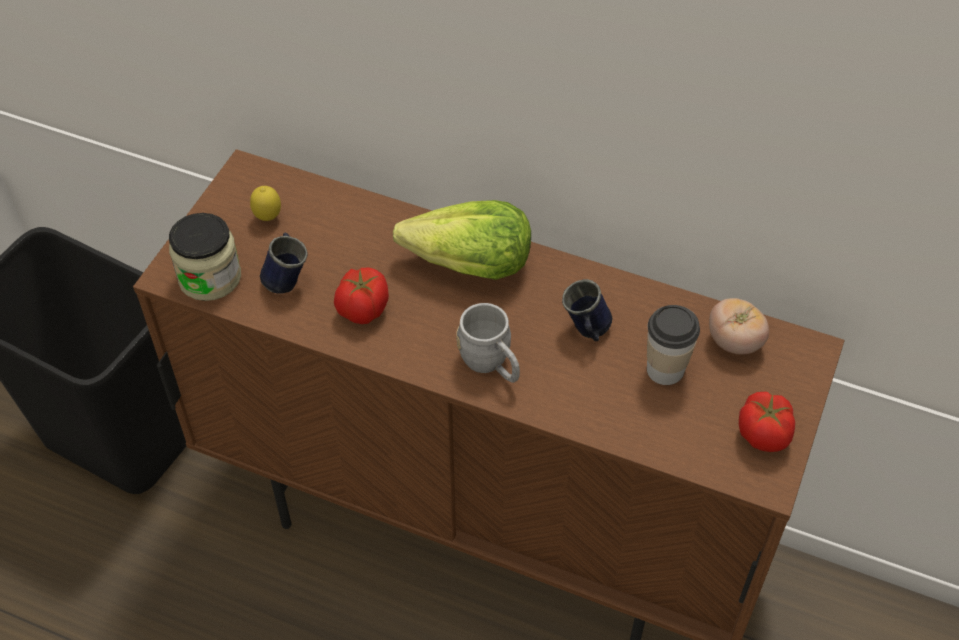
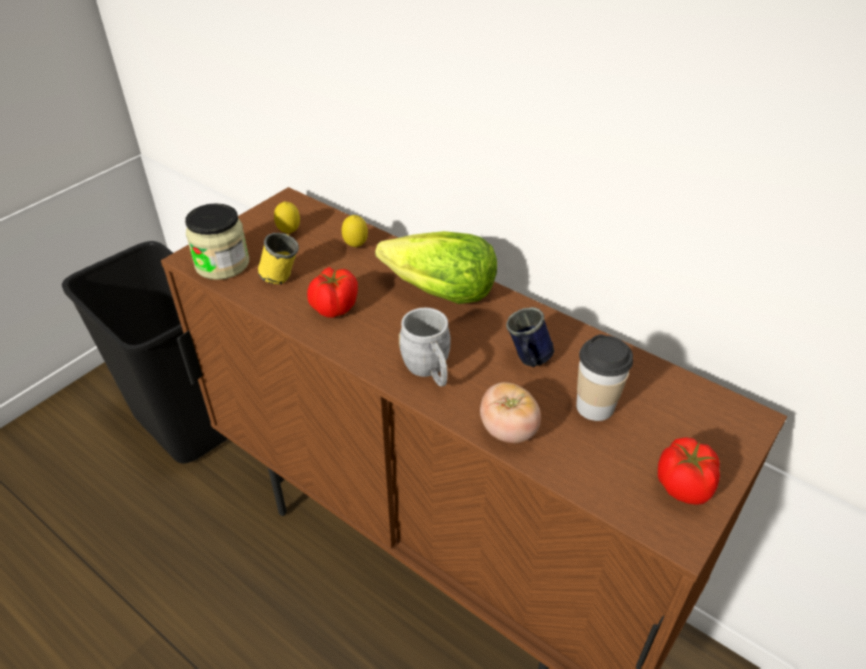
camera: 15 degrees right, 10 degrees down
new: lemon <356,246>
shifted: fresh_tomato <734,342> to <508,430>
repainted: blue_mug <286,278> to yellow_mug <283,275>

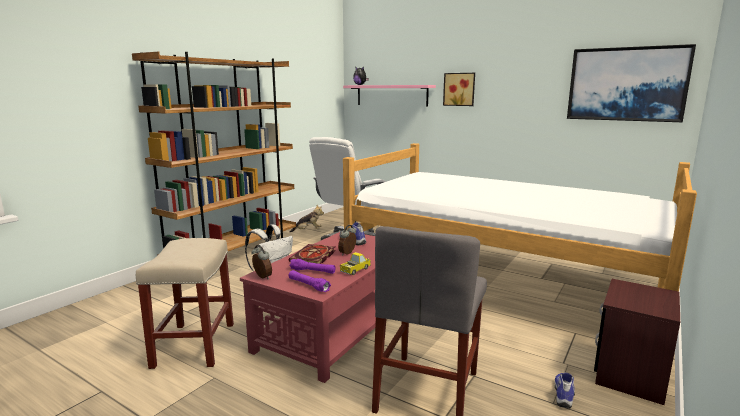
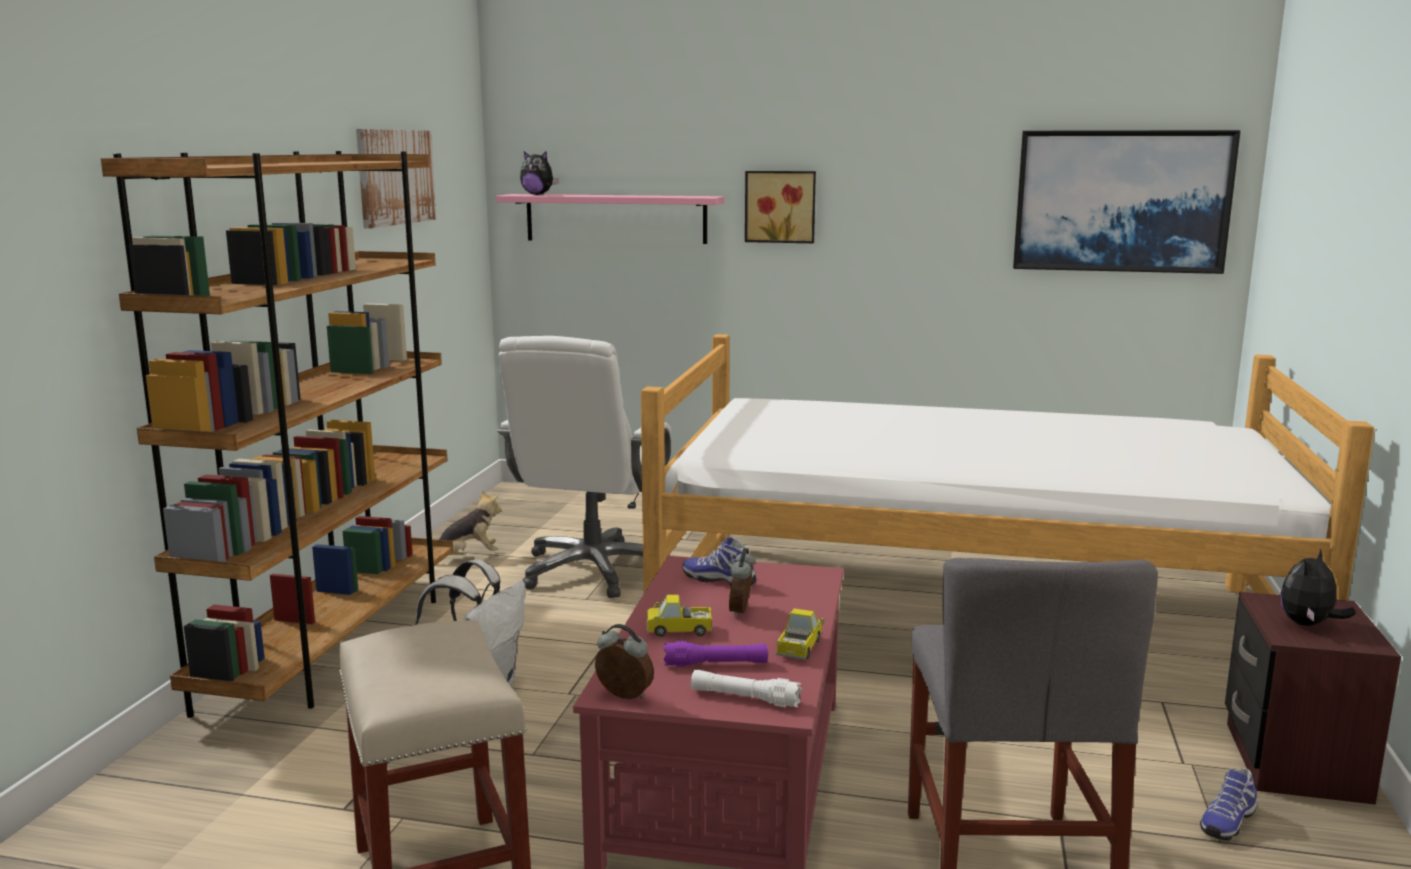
camera: 20 degrees left, 0 degrees up
new: wall_picture <395,177>; soft_toy <1308,624>
swapped: volume <313,257> to toy_truck <679,630>
repainted: purple_torch <308,285> to whitish_torch <744,698>
rotated: shoe <564,395> = <1226,822> 135 degrees counterclockwise

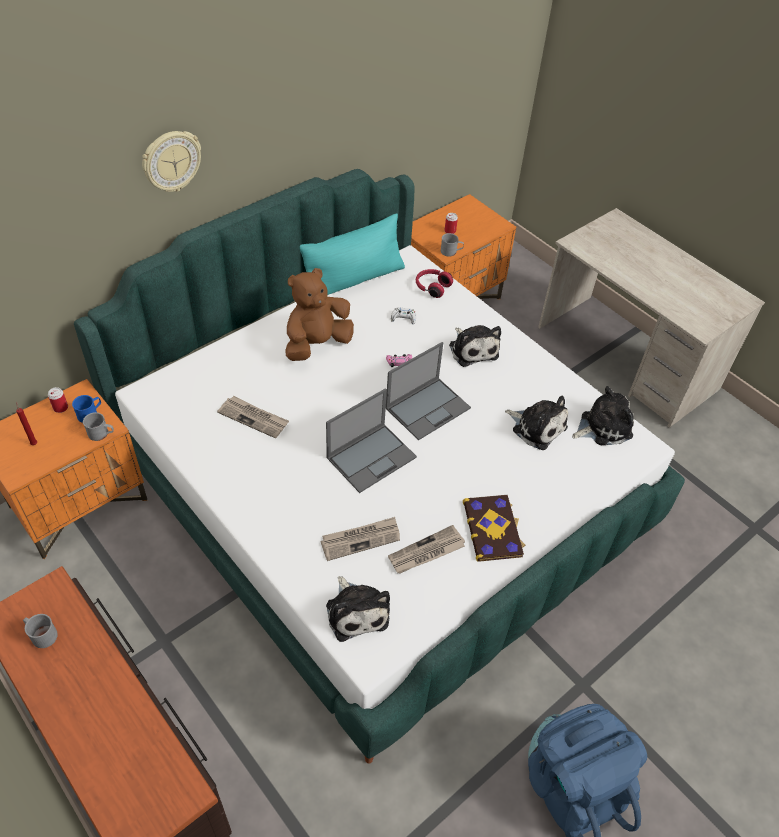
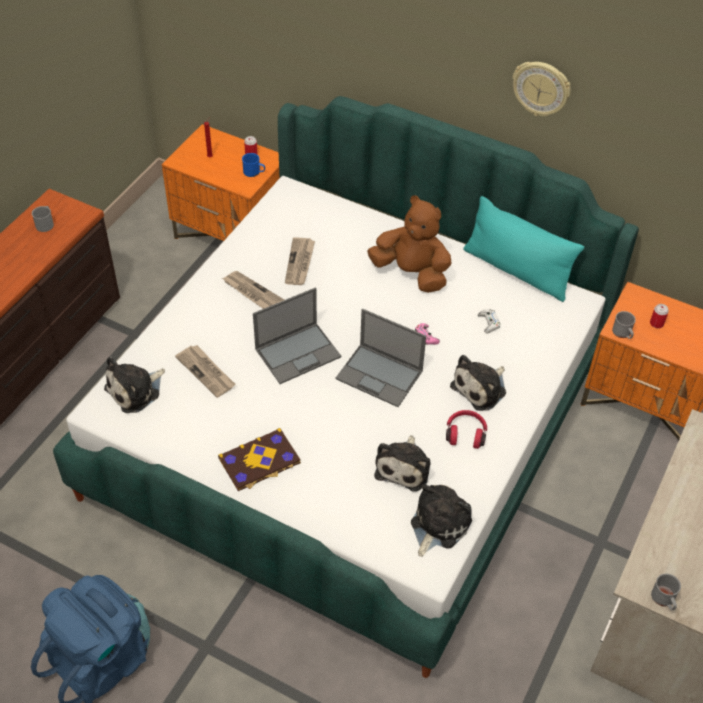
camera: 70 degrees right, 0 degrees up
shifted: hanging_clock <171,161> to <541,88>; red-coloured_headphones <432,287> to <465,433>; grey_mug <101,434> to <664,599>; printed_paper <426,552> to <253,293>
rotated: soft_toy <602,426> = <438,524> 105 degrees counterclockwise; laptop <372,457> = <298,352> 60 degrees counterclockwise

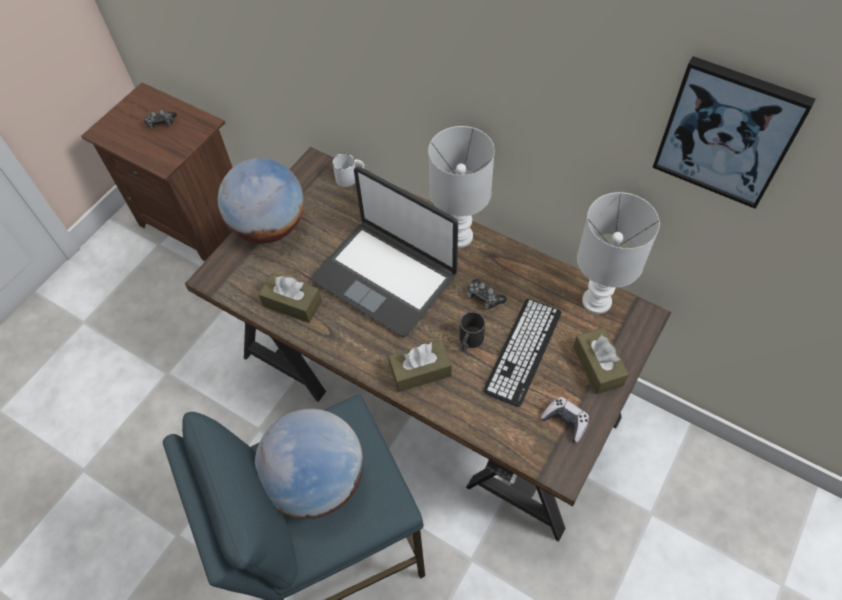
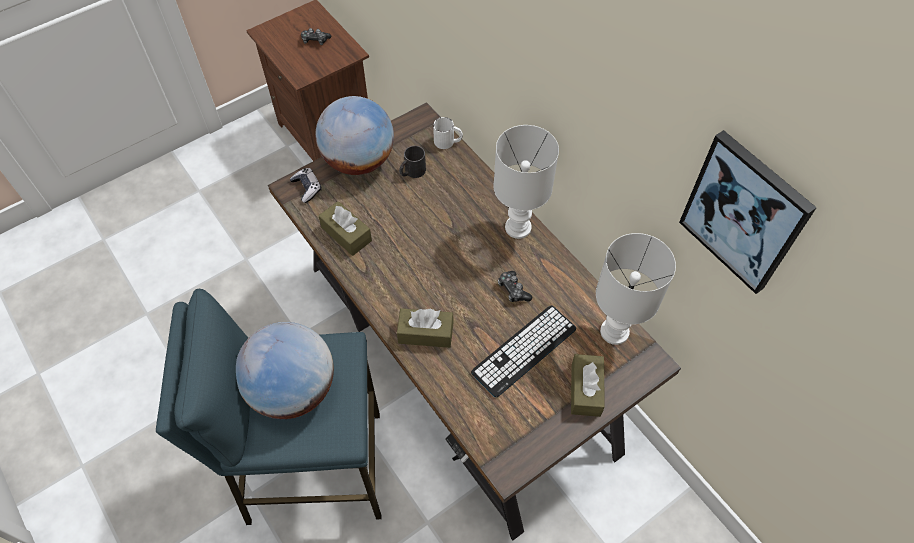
camera: 20 degrees right, 0 degrees up
gone: laptop <385,277>
shifted: blackish_mug <469,341> to <412,172>; gamepad <565,421> to <307,188>

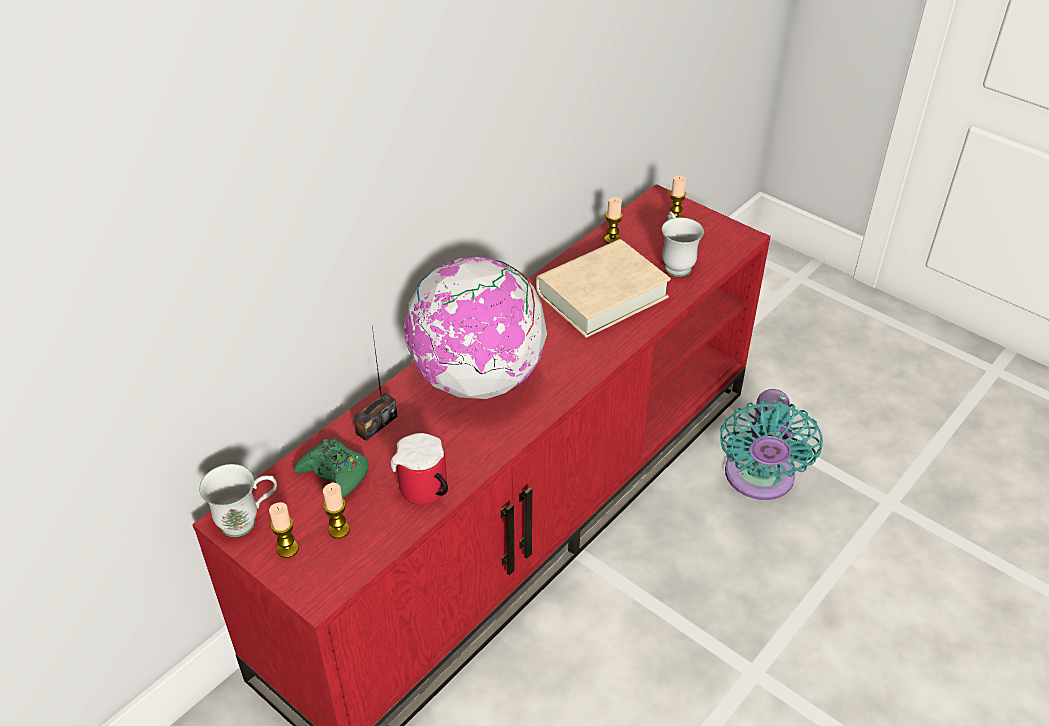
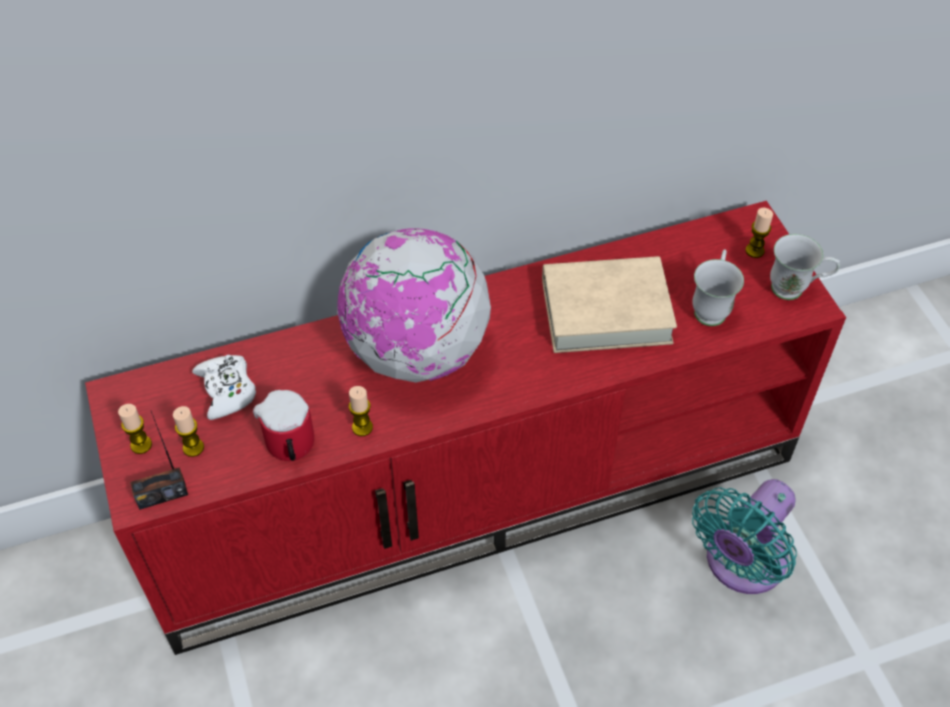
camera: 30 degrees right, 10 degrees up
shifted: wax_light <612,239> to <362,427>; radio_set <376,424> to <162,495>; whitish_mug <248,521> to <795,290>
repainted: green_gamepad <335,474> to whitish_gamepad <227,390>

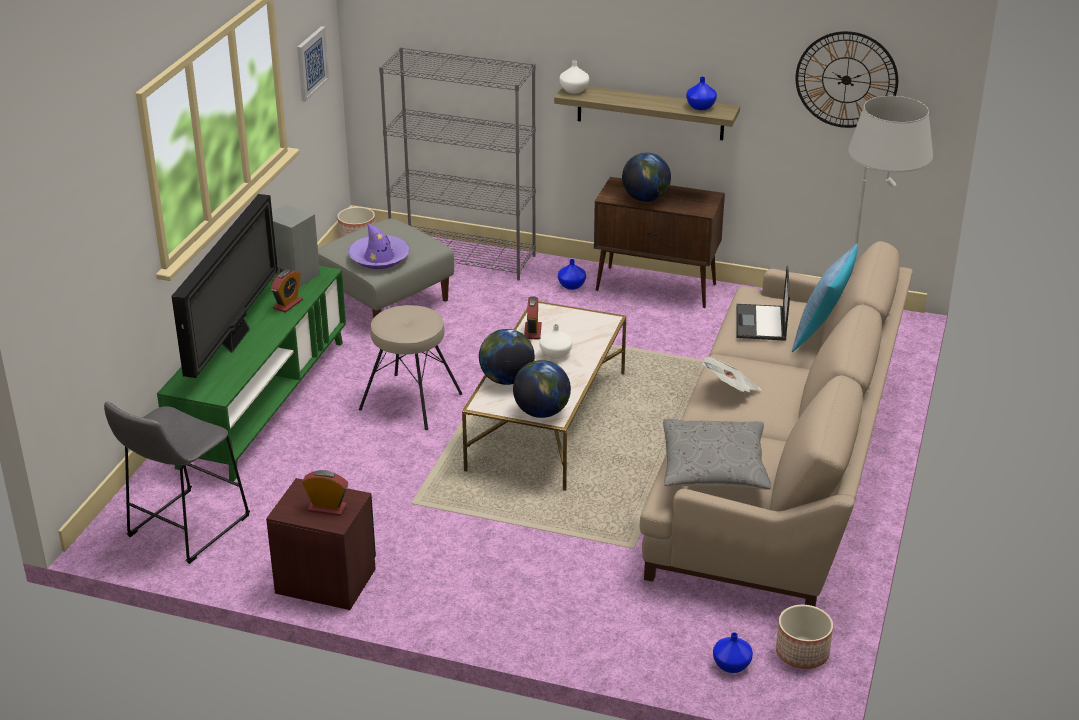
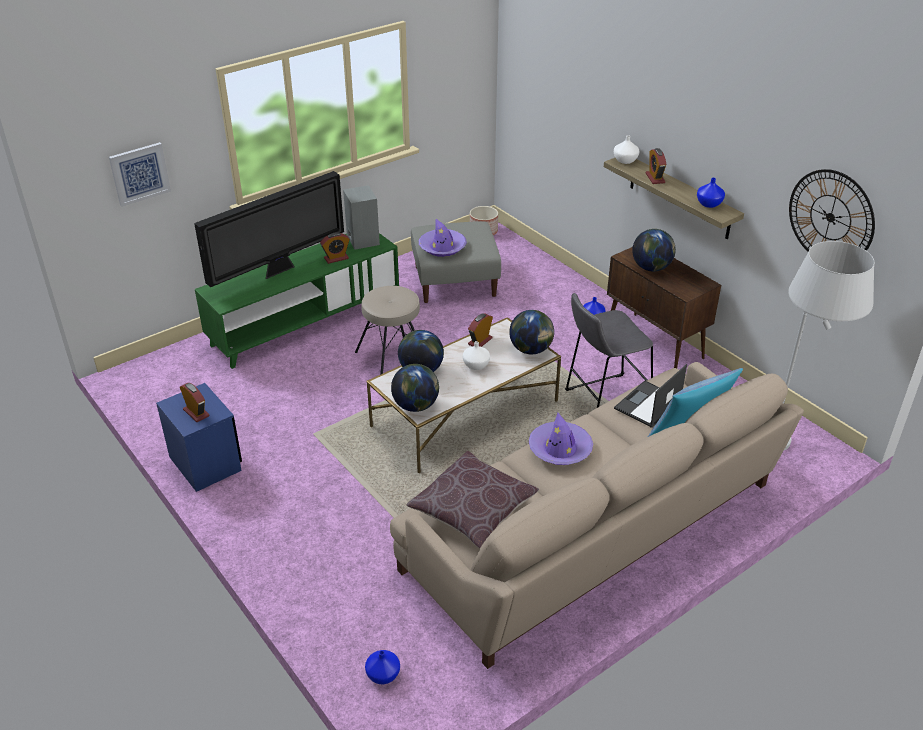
camera: 35 degrees right, 5 degrees up
gone: grey_bookcase <464,257>; plant_pot <802,653>
new: bedside_clock <655,178>; world_globe <531,349>
shifted: wall_picture <311,63> to <139,173>; grey_stool <183,529> to <603,400>
swapped: printed_paper <730,389> to purple_hat <560,449>
repainted: grey_cushion <714,469> to brownish_cushion <473,509>; brownish_night_table <326,581> to blue_night_table <206,463>

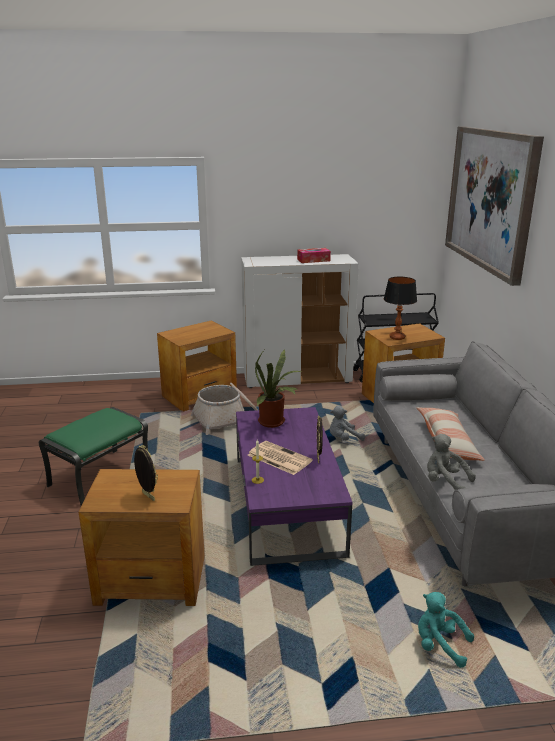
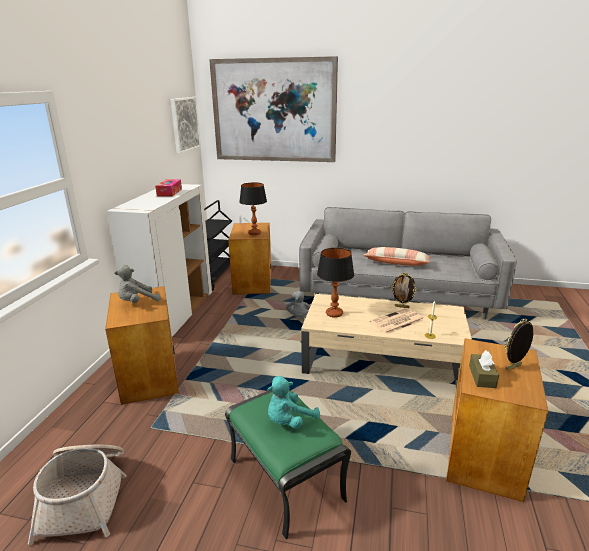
camera: 70 degrees left, 0 degrees up
new: wall_picture <185,124>; brownish_tissue_holder <482,376>
shifted: household_basket <227,419> to <86,496>; grey_soft_toy <445,482> to <137,302>; turquoise_soft_toy <439,645> to <289,421>
swapped: plant_in_a_pot <274,422> to table_lamp <334,314>
repainted: purple_coffee_table <286,503> to sand-coloured_coffee_table <383,361>

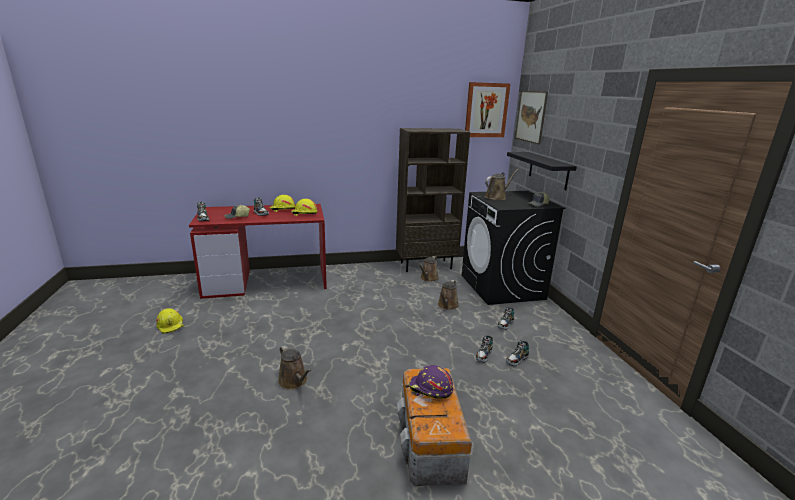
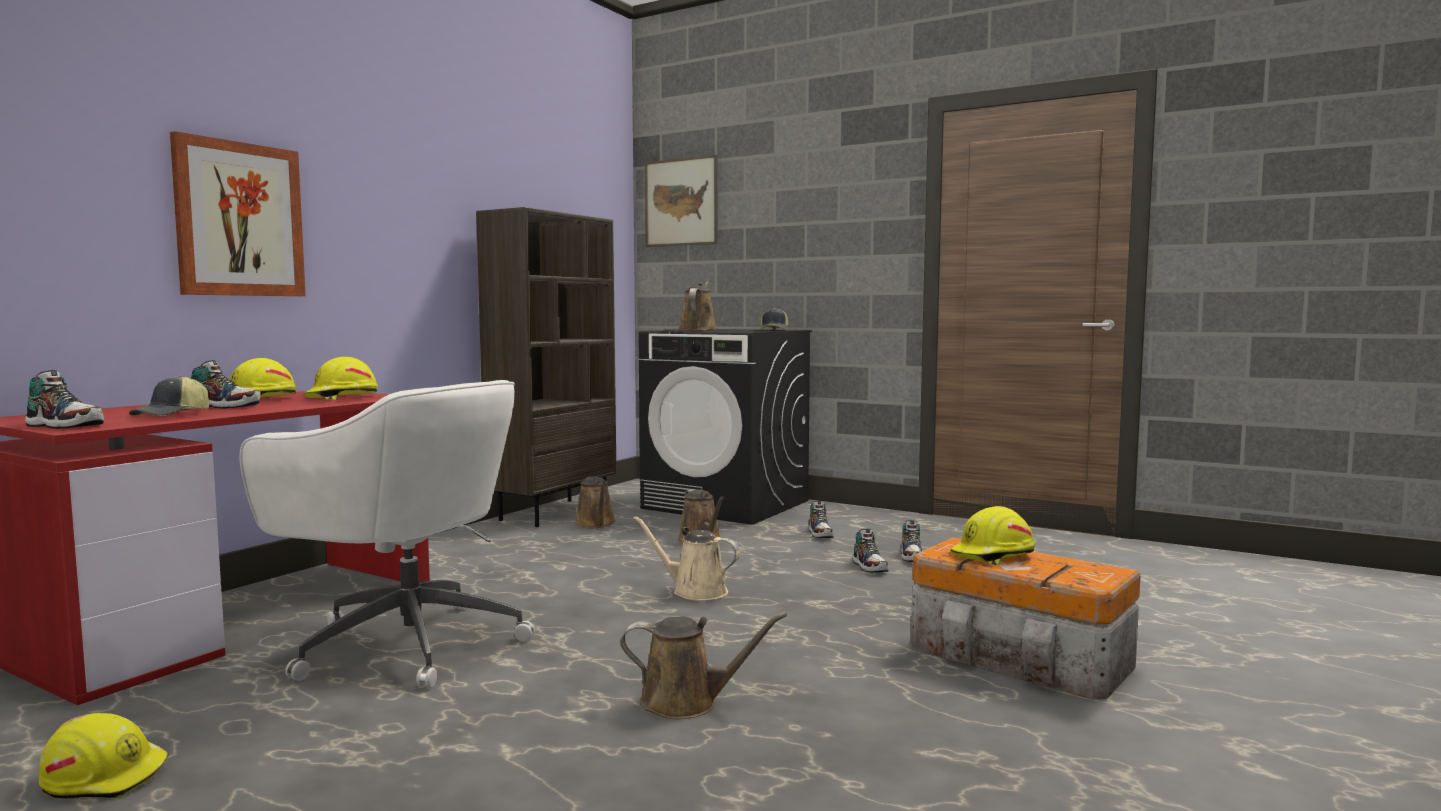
camera: 45 degrees left, 15 degrees down
gone: blackish_wall_shelf <548,170>
new: whitish_computer_chair <405,643>; sand-coloured_watering_pot <695,591>
shifted: wall_picture <486,110> to <239,220>
repainted: purple_work_helmet <430,389> to yellow_work_helmet <993,556>

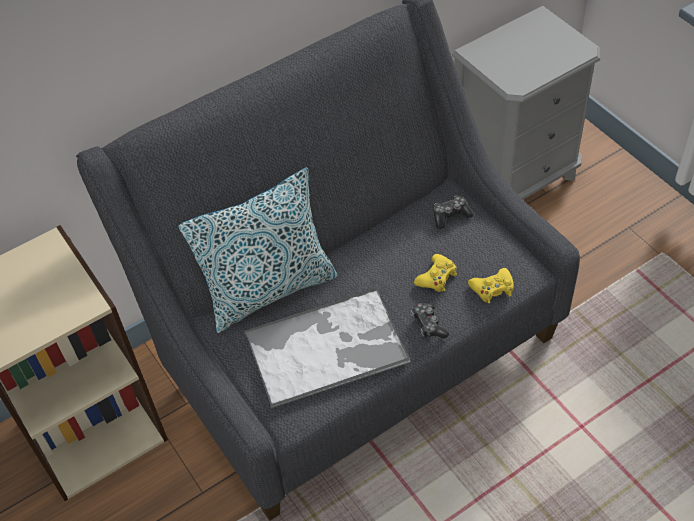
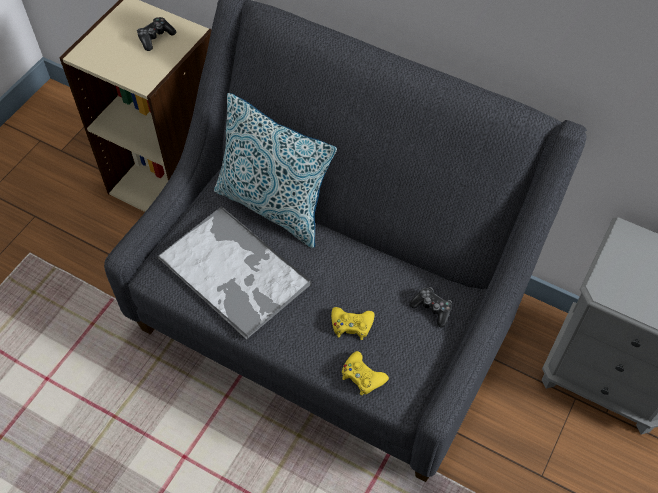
camera: 60 degrees right, 5 degrees up
shifted: gamepad <428,324> to <155,37>

